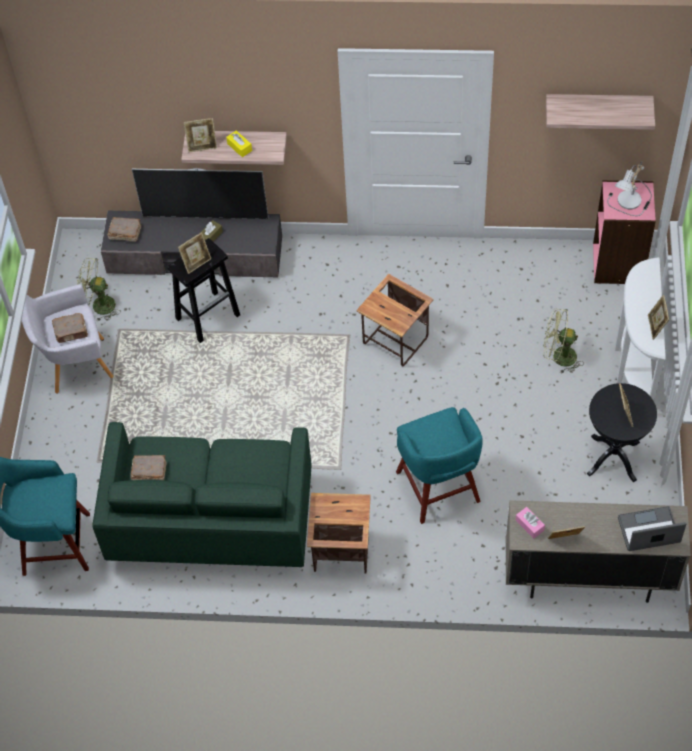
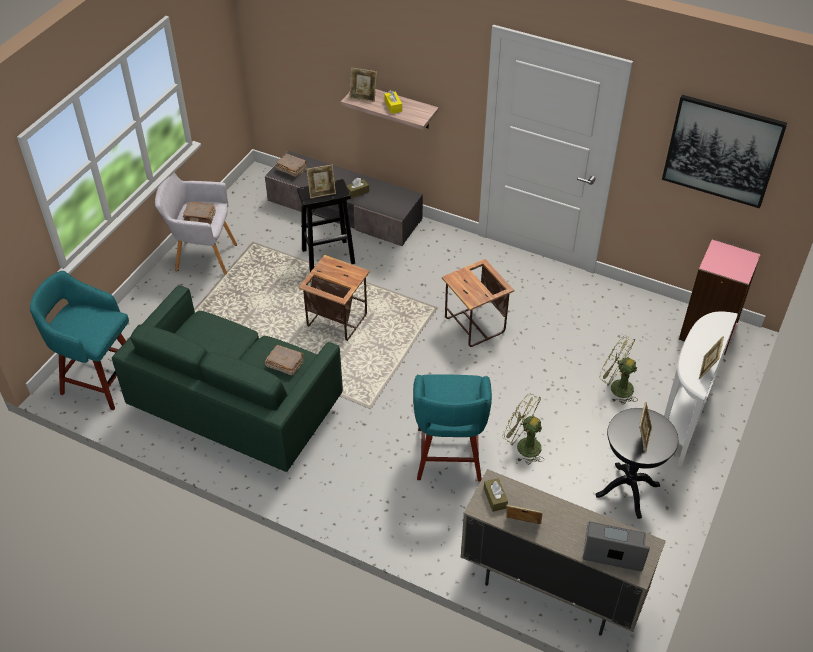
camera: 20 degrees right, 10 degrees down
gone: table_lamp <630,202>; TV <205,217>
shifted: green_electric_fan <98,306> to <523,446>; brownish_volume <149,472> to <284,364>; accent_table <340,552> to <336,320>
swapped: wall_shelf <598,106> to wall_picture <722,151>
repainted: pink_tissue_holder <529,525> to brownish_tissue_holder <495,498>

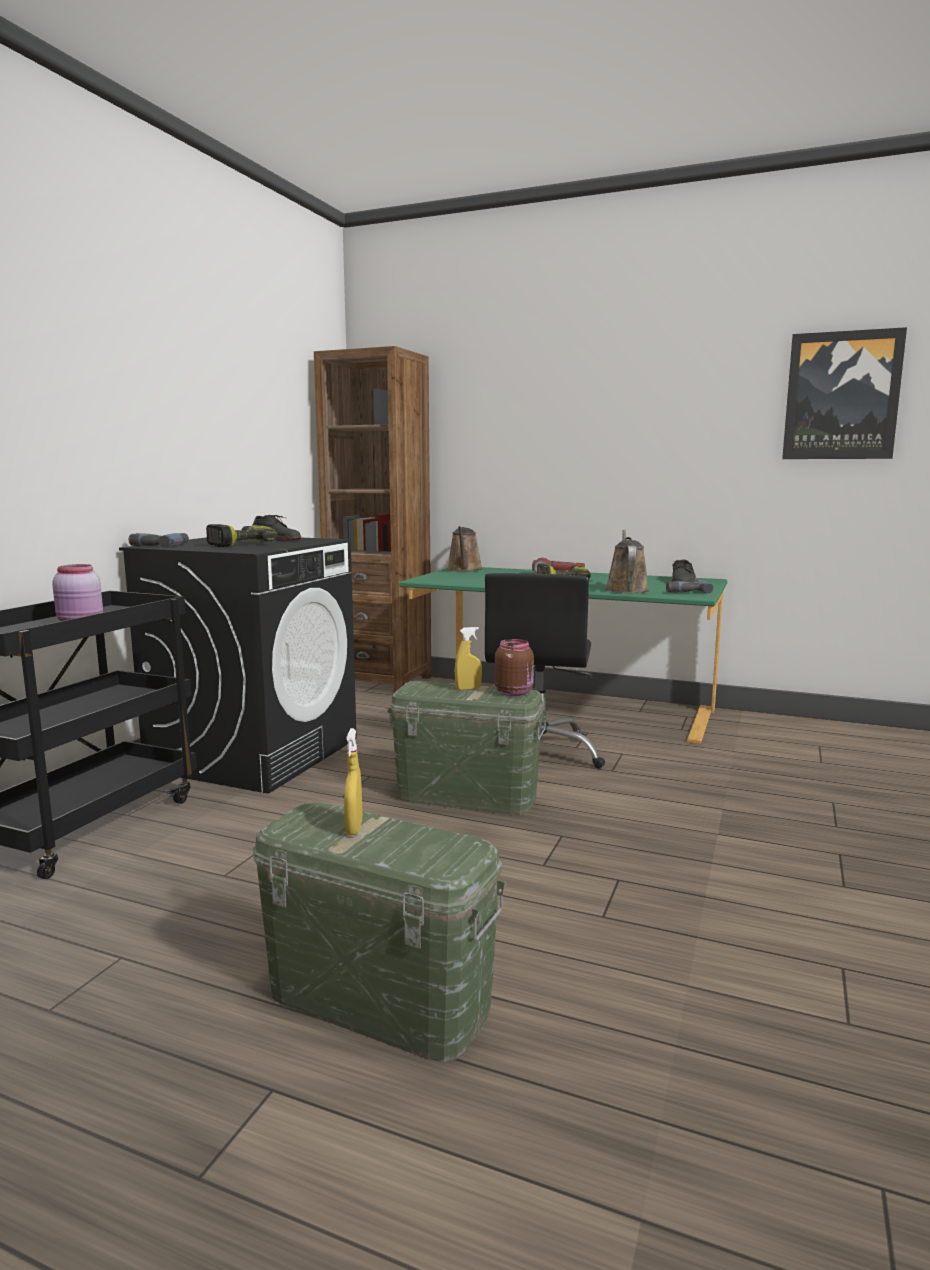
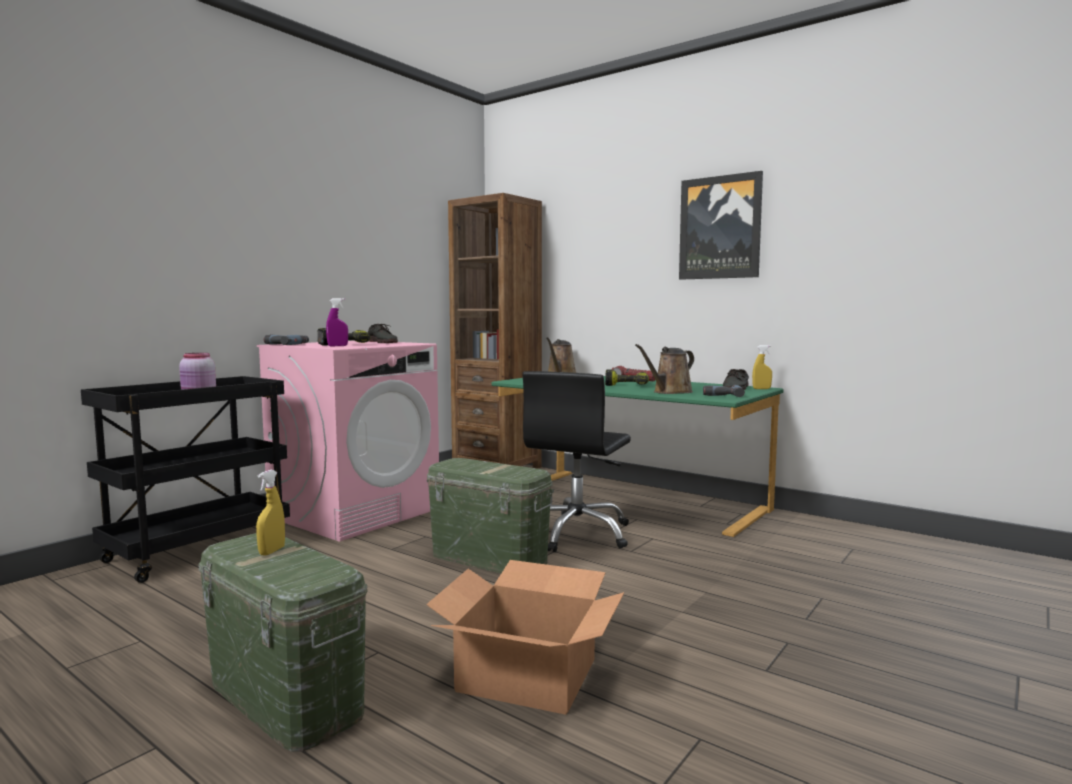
camera: 15 degrees right, 5 degrees down
gone: brownish_jar <514,692>
new: purple_hand_sprayer <337,346>; carton <527,674>
shifted: wall_picture <841,396> to <720,228>; yellow_hand_sprayer <468,689> to <761,389>
repainted: blackish_washing_machine <256,753> to pink_washing_machine <356,512>
rotated: brownish_watering_pot <626,589> = <670,392> 150 degrees counterclockwise

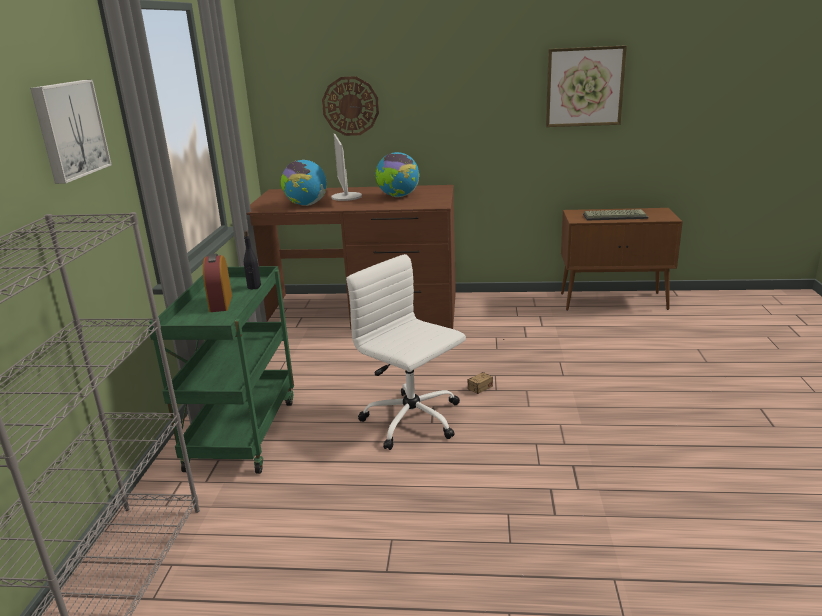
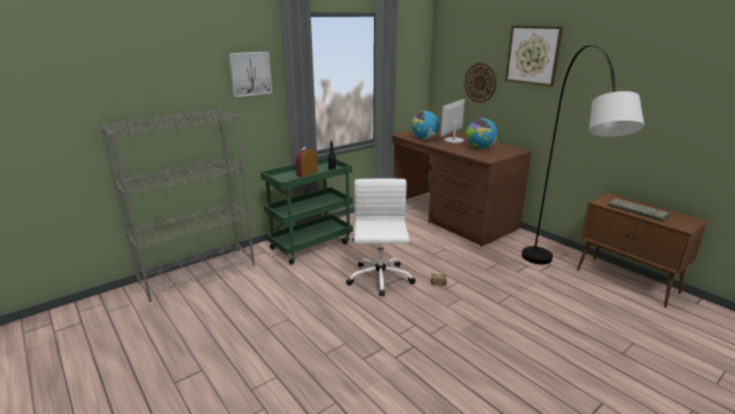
camera: 45 degrees right, 0 degrees up
new: grey_floor_lamp <554,287>
shifted: wall_picture <584,87> to <533,55>

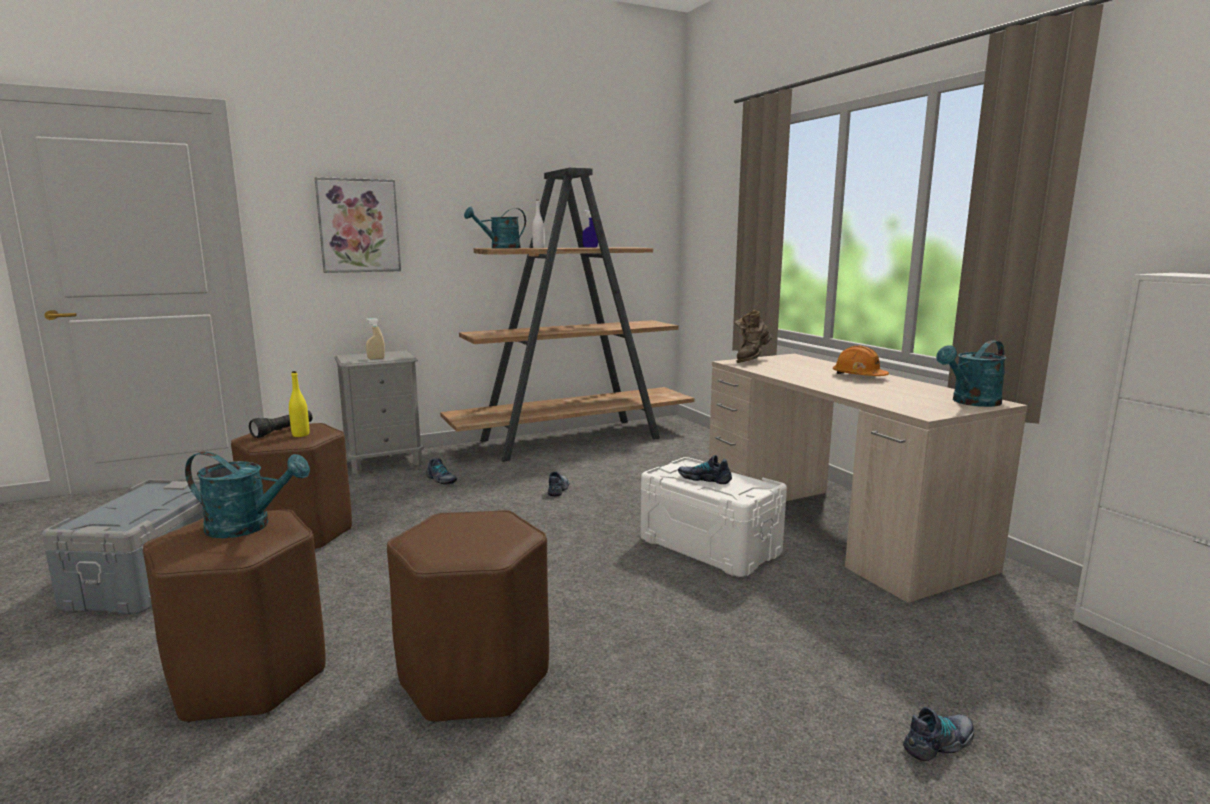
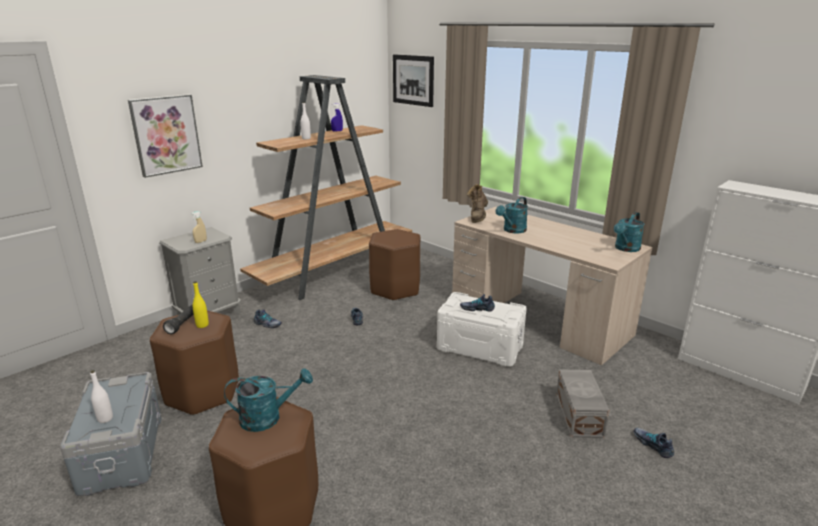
camera: 20 degrees left, 10 degrees up
gone: orangey_work_helmet <858,376>
new: wall_picture <413,80>; grey_storage_container <578,416>; whitish_drink_bottle <105,419>
shifted: turquoise_watering_pot <500,248> to <512,230>; brownish_stool <474,678> to <395,289>
rotated: shoe <939,743> = <653,445> 75 degrees counterclockwise

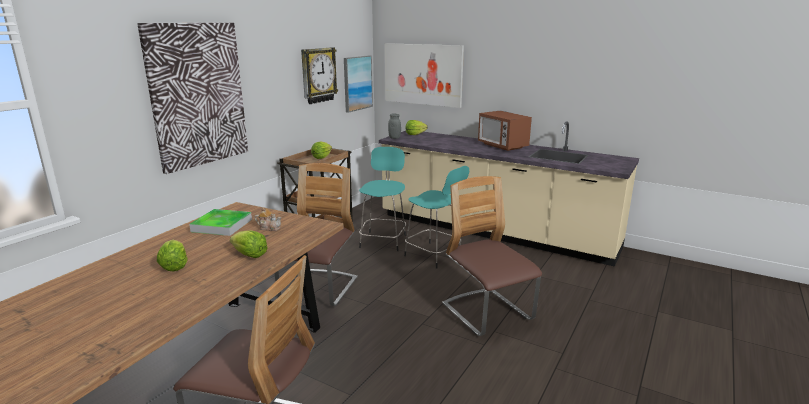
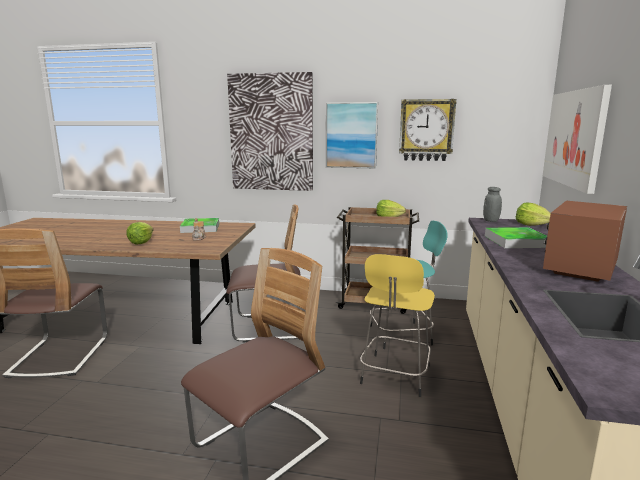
camera: 70 degrees right, 5 degrees down
gone: head_of_lettuce <175,266>
new: carrying_tray <516,241>
shifted: wall_picture <357,83> to <351,135>
repainted: turquoise_stool <434,255> to yellow_stool <395,376>

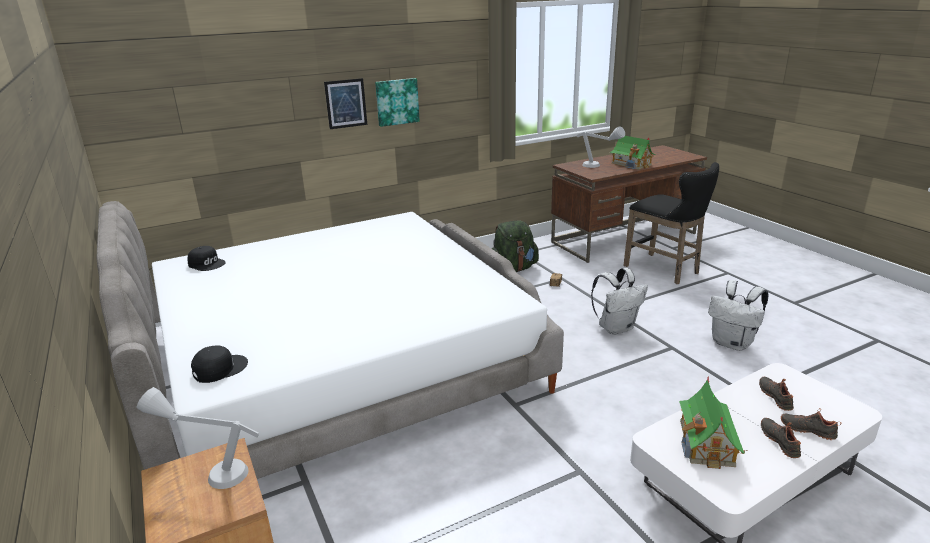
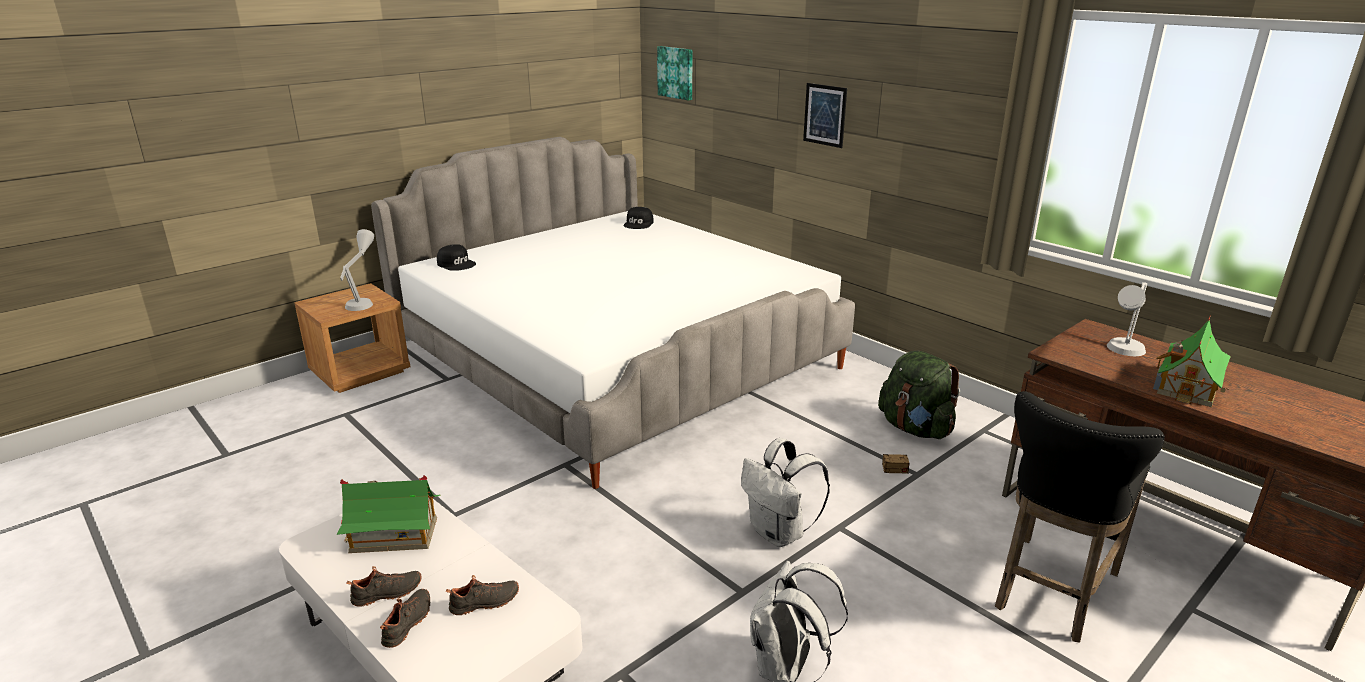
camera: 75 degrees right, 0 degrees up
shifted: wall_picture <397,102> to <676,72>

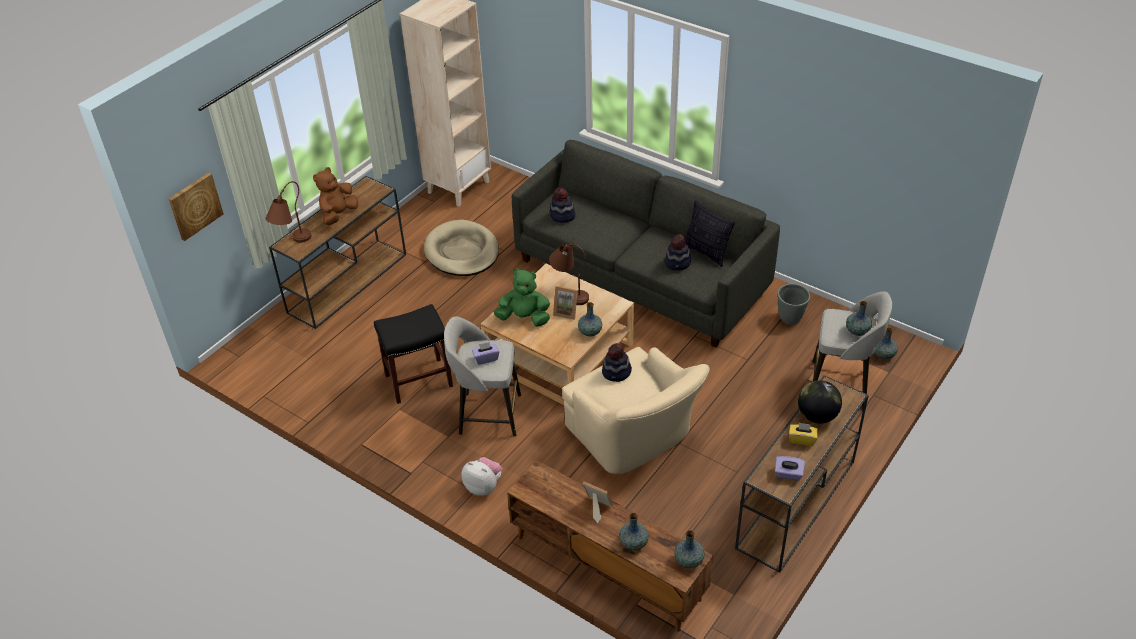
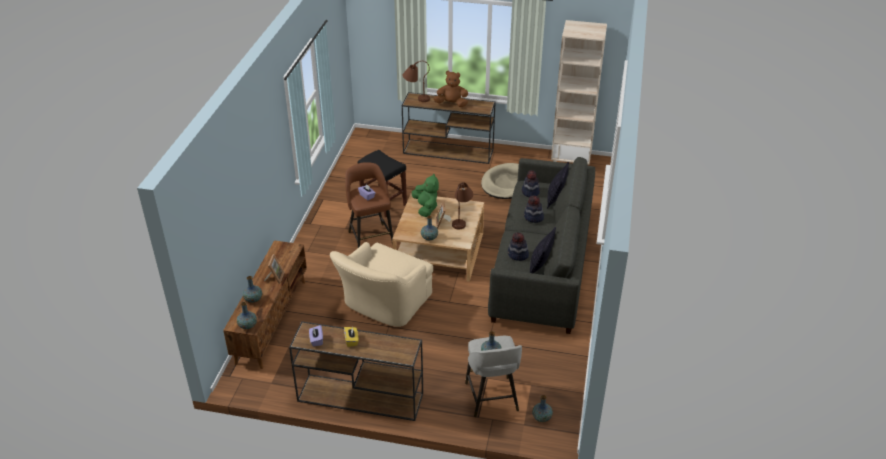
camera: 65 degrees right, 5 degrees down
gone: wall_picture <195,205>; grey_plant_pot <790,319>; world_globe <817,416>; soft_toy <483,486>
new: cushion <556,199>
shifted: hat <617,372> to <533,217>
repainted: grey_stool <487,414> to brownish_stool <370,238>

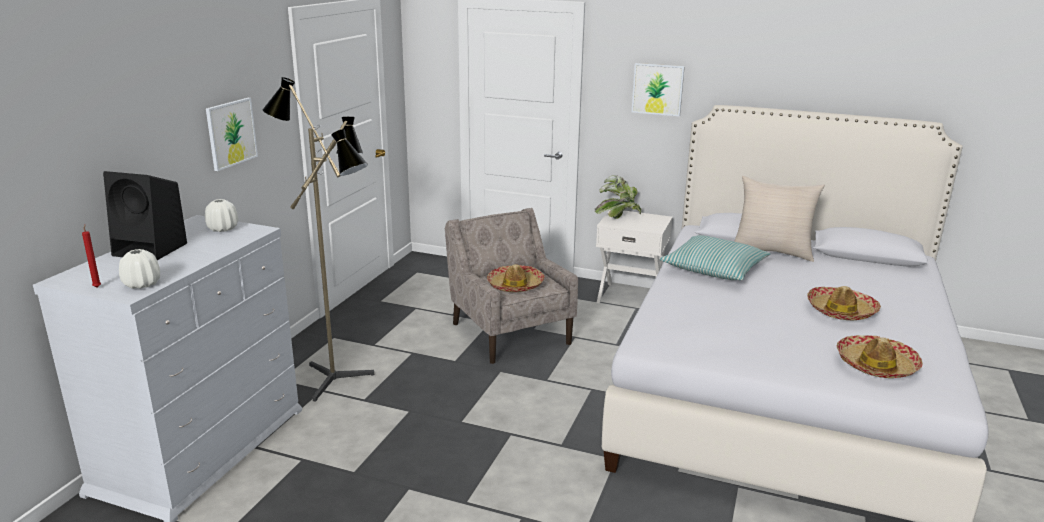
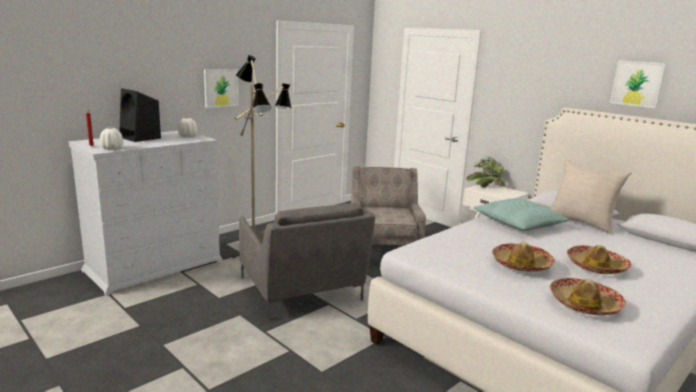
camera: 25 degrees right, 5 degrees down
new: grey_lounge_chair <301,291>
shifted: wall_picture <657,89> to <637,83>; hat <515,285> to <521,264>

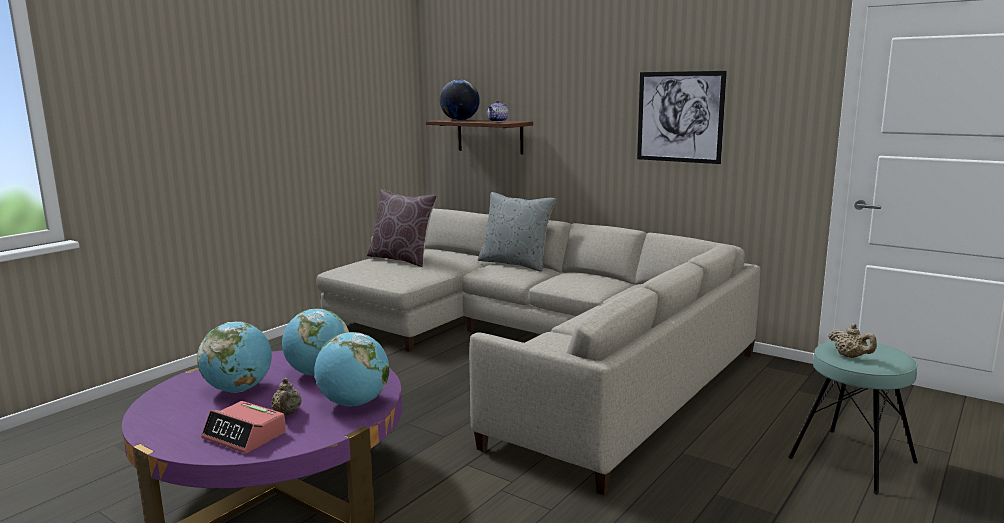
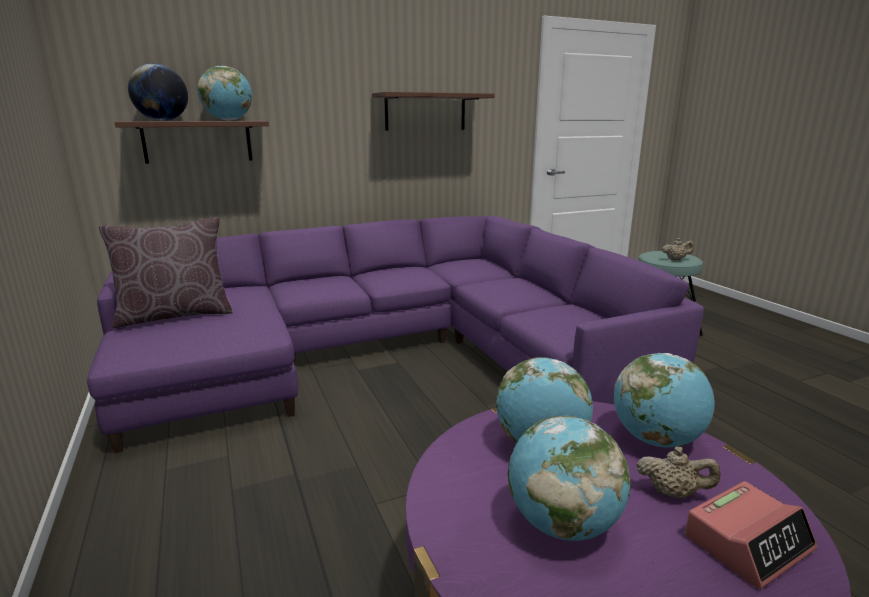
camera: 60 degrees left, 5 degrees up
gone: grey_cushion <515,263>
swapped: wall_picture <680,117> to brownish_wall_shelf <425,112>; teapot <498,121> to world_globe <228,120>
repainted: sand-coloured_settee <534,350> to purple_settee <386,355>

